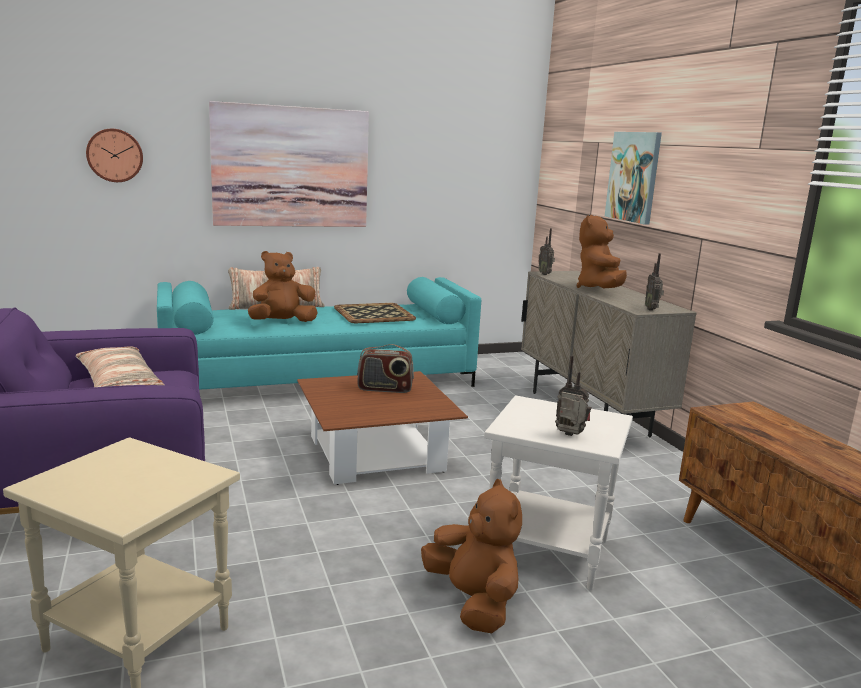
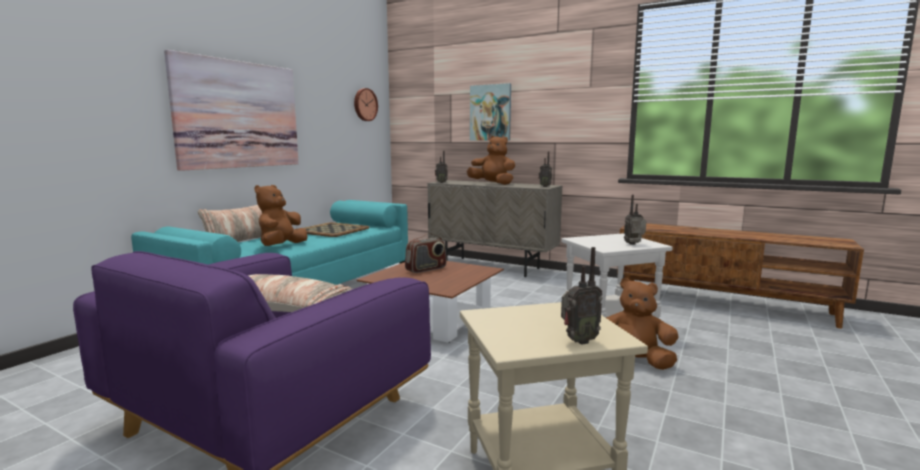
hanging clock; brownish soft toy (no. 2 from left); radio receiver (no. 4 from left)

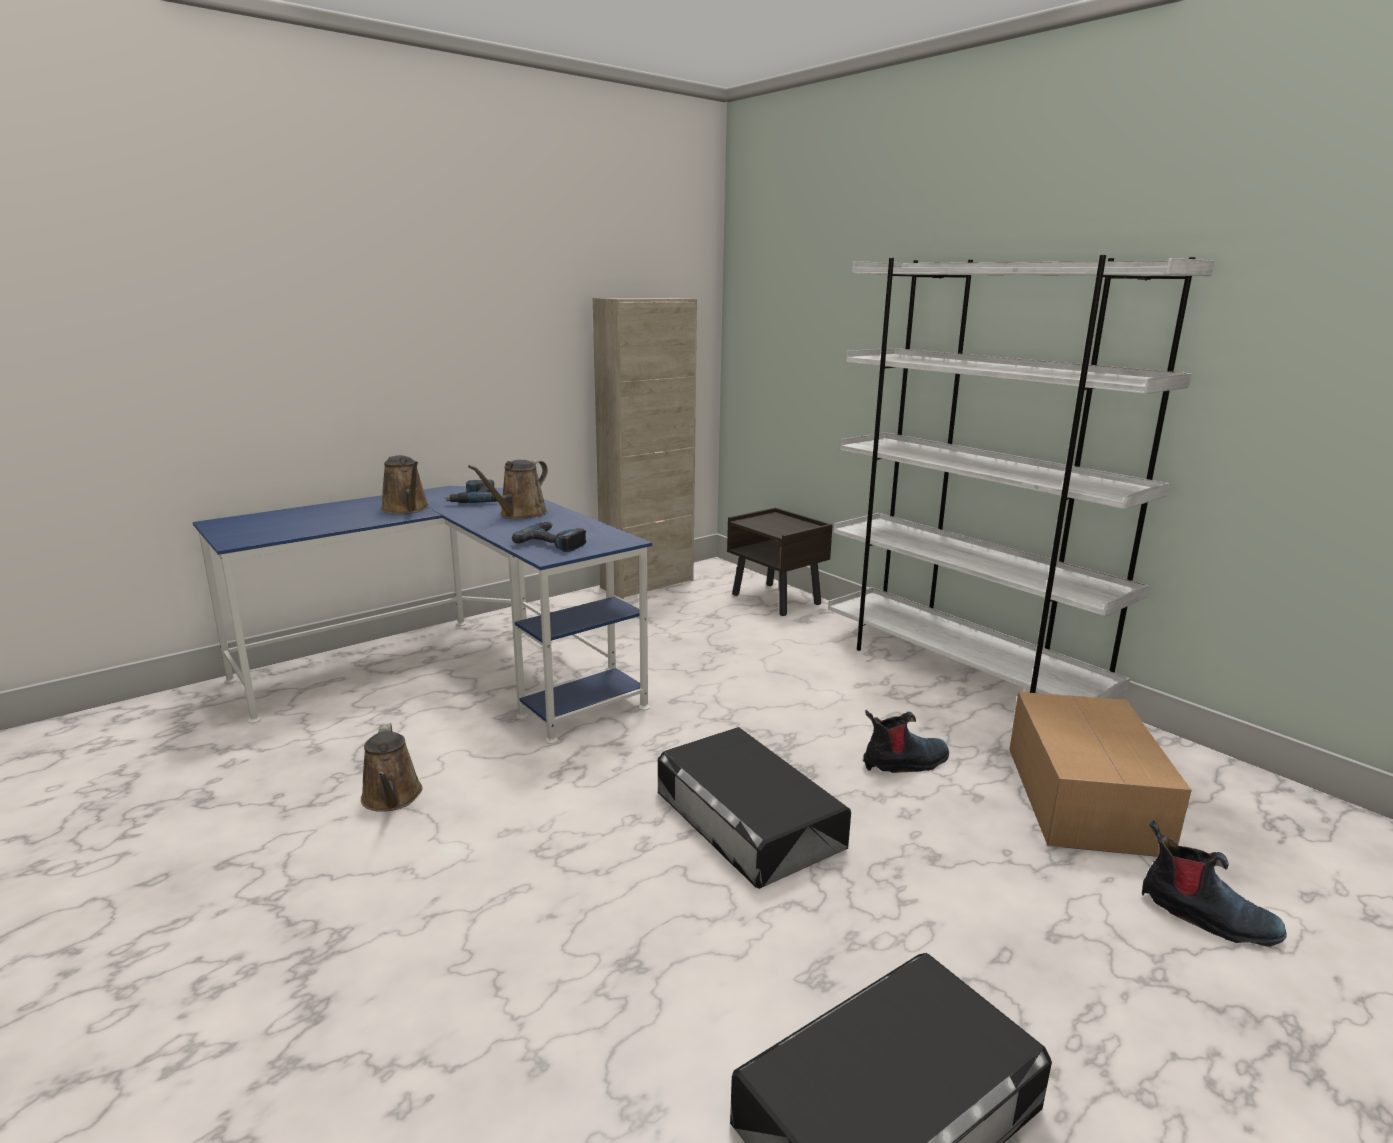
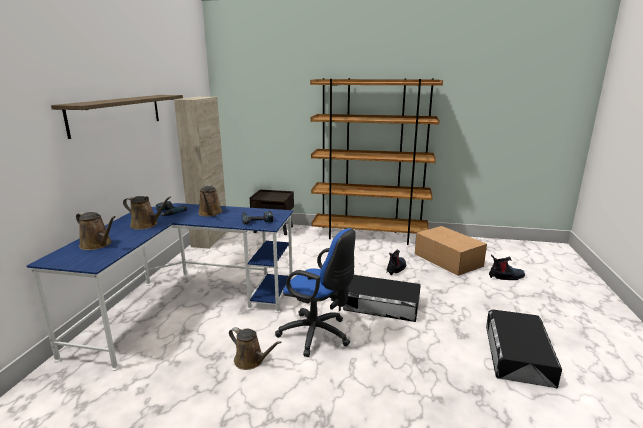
brownish bookcase; wall shelf; brownish sprinkling can (no. 1 from left); blue office chair

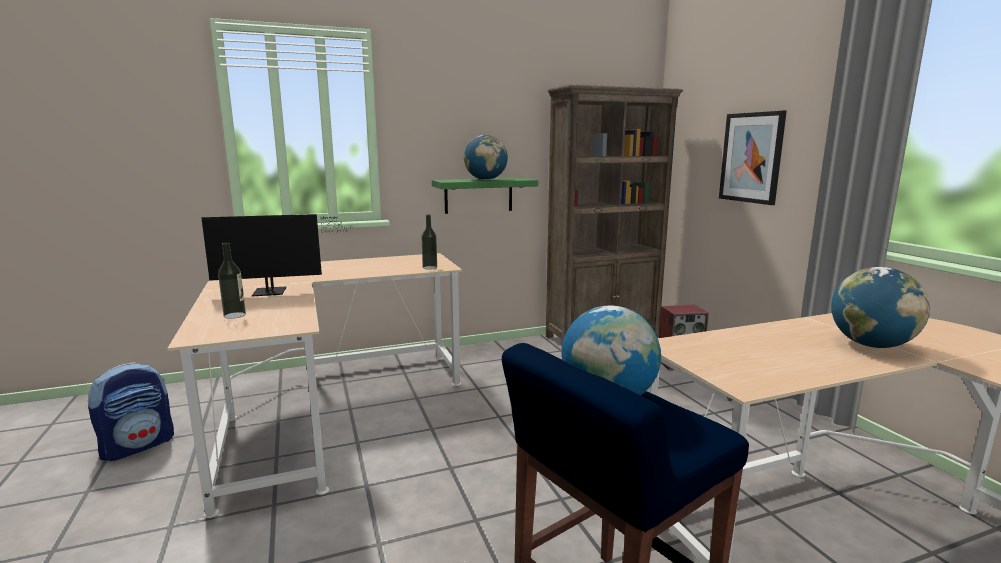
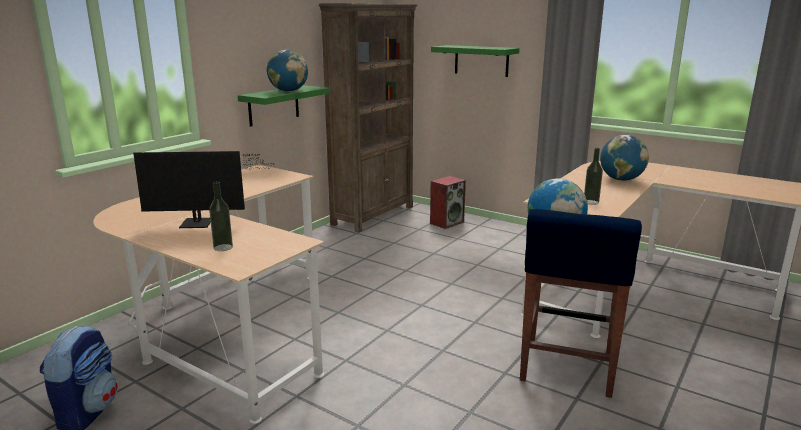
computer display; bottle (no. 2 from left); greenish wall shelf (no. 2 from left)

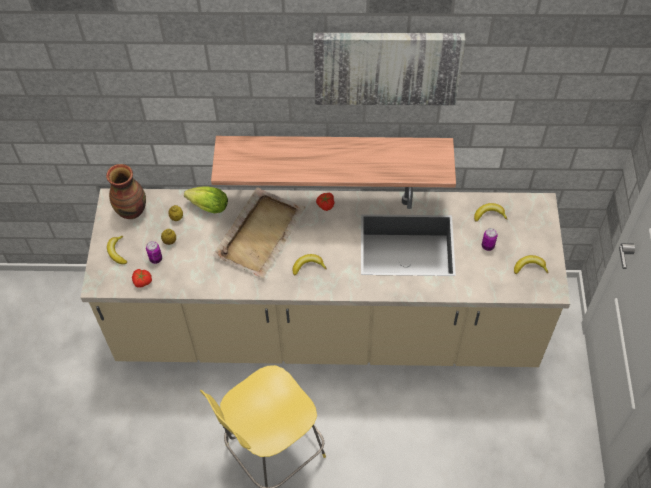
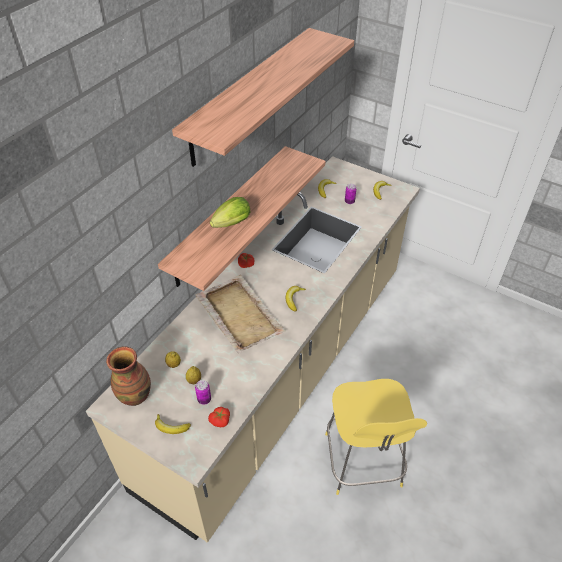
lettuce head; wall shelf (no. 2 from left)

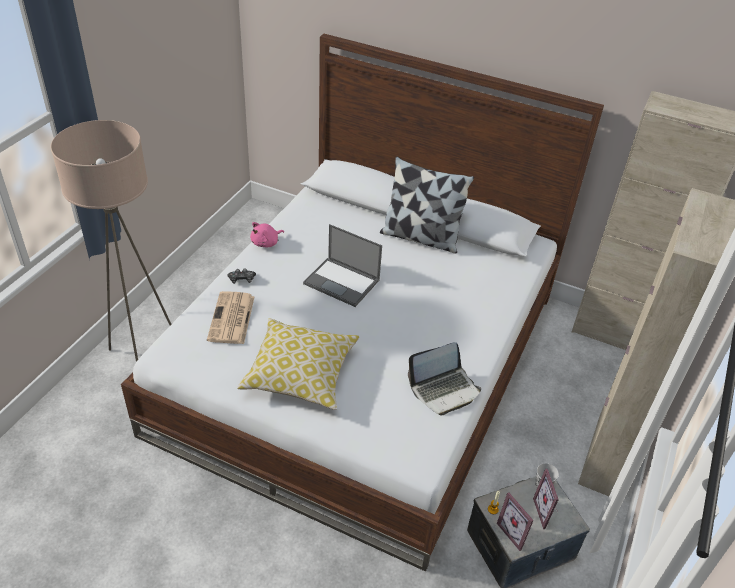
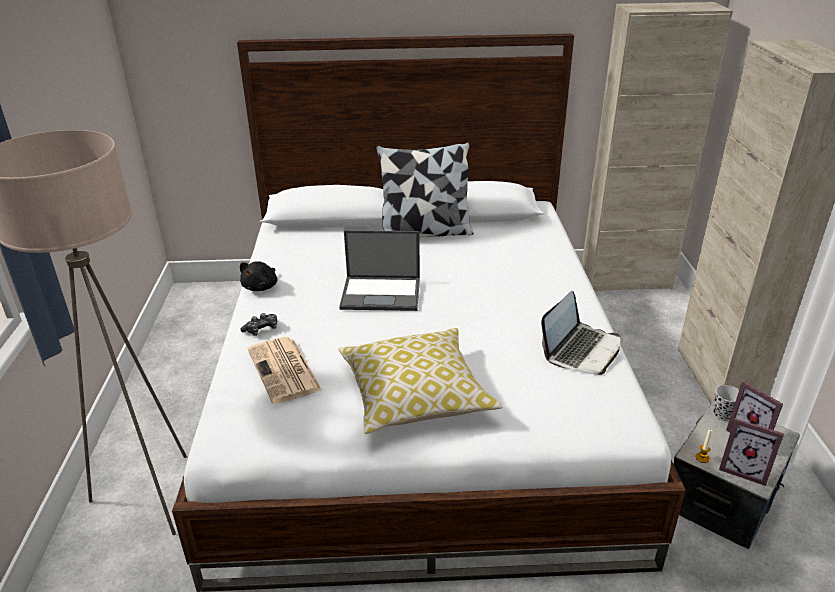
blackish soft toy

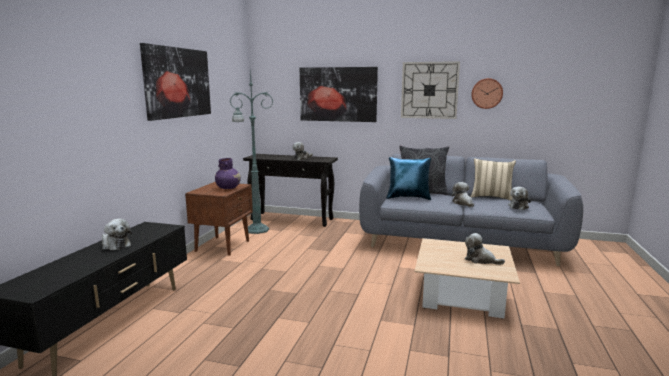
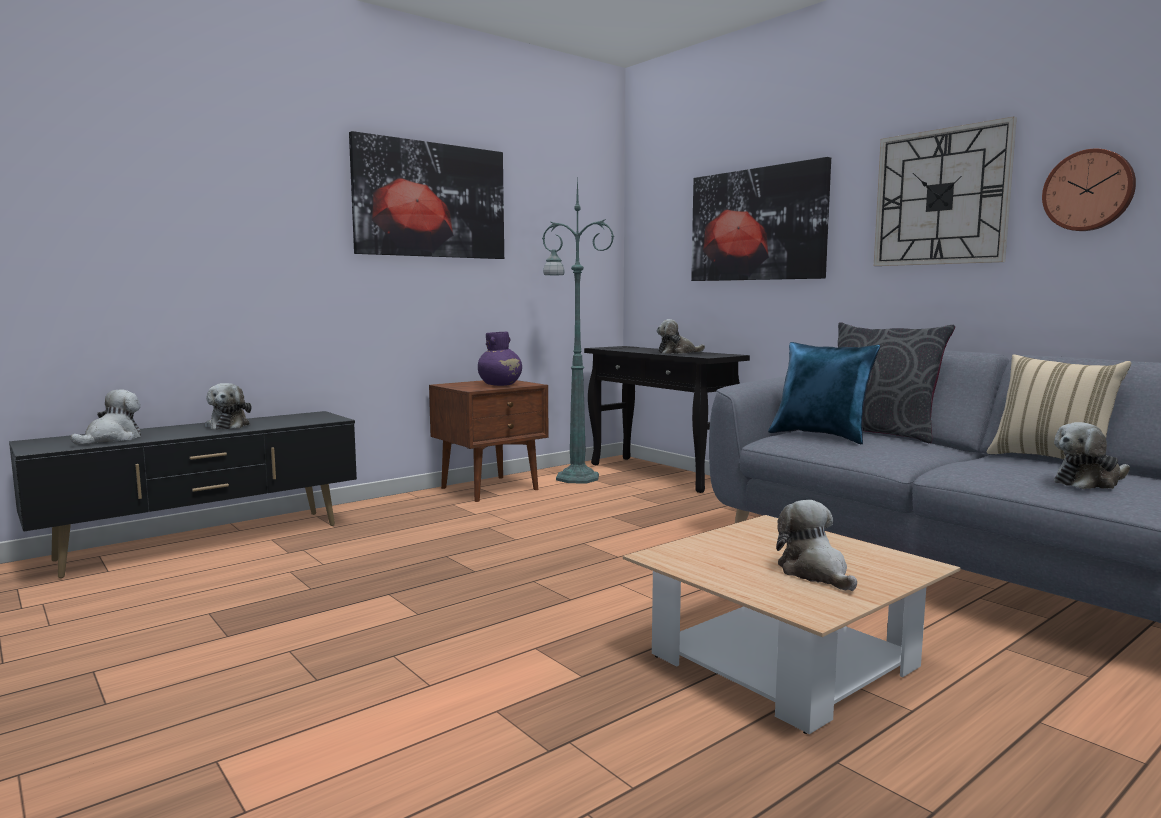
soft toy (no. 1 from left)

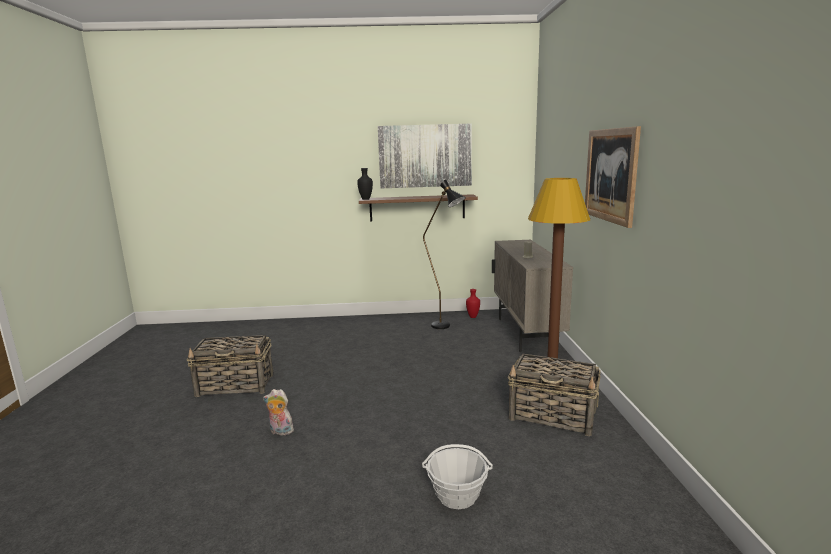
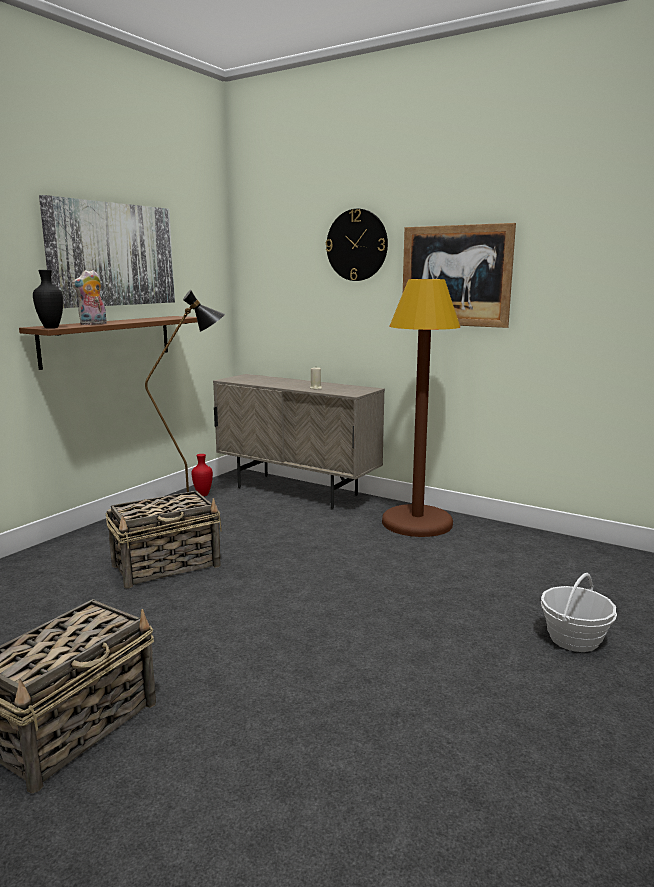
soft toy; storage basket (no. 2 from left); hanging clock

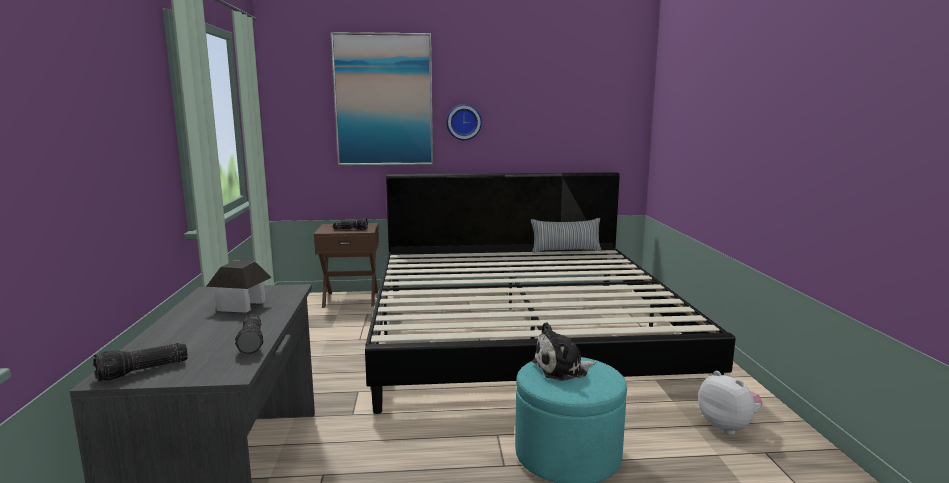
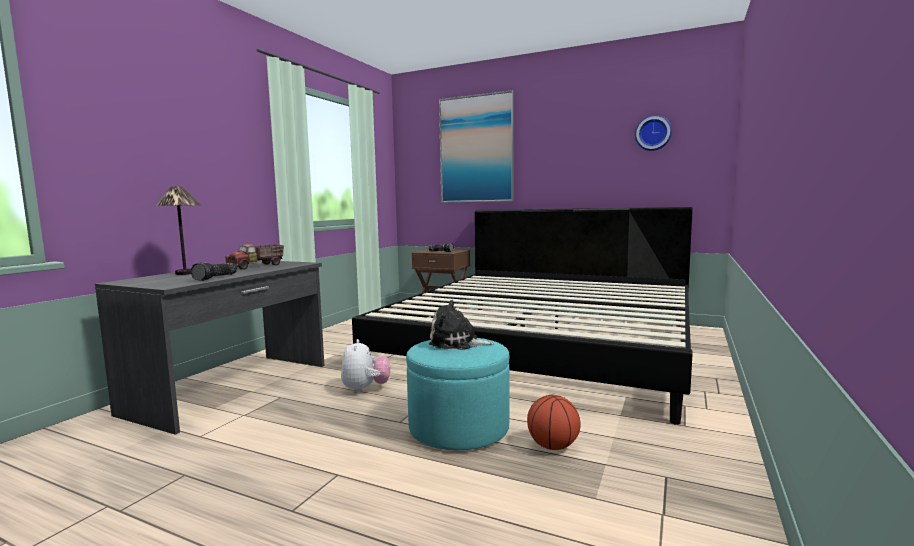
torch (no. 1 from left in the first image); toy truck; hanging clock; throw pillow; soft toy (no. 1 from left); table lamp; basketball

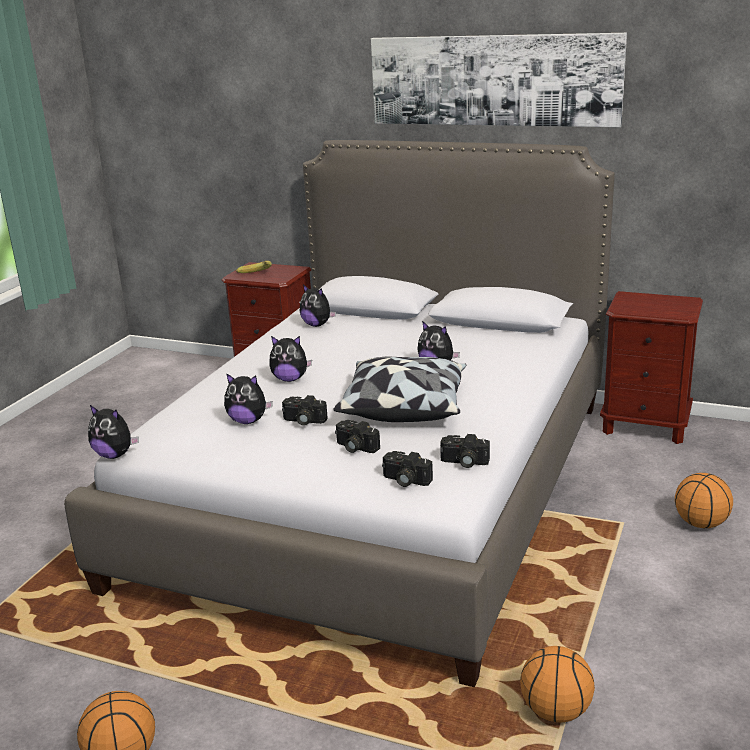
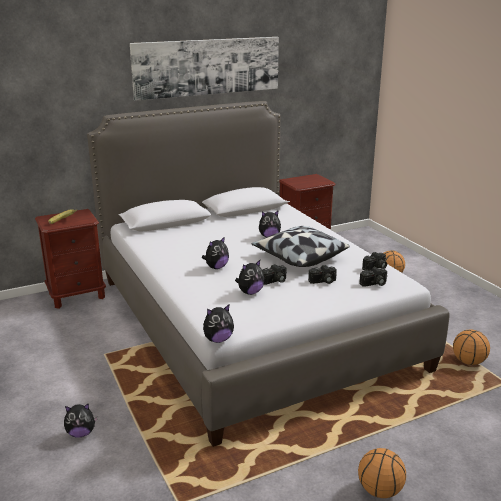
soft toy (no. 1 from left)

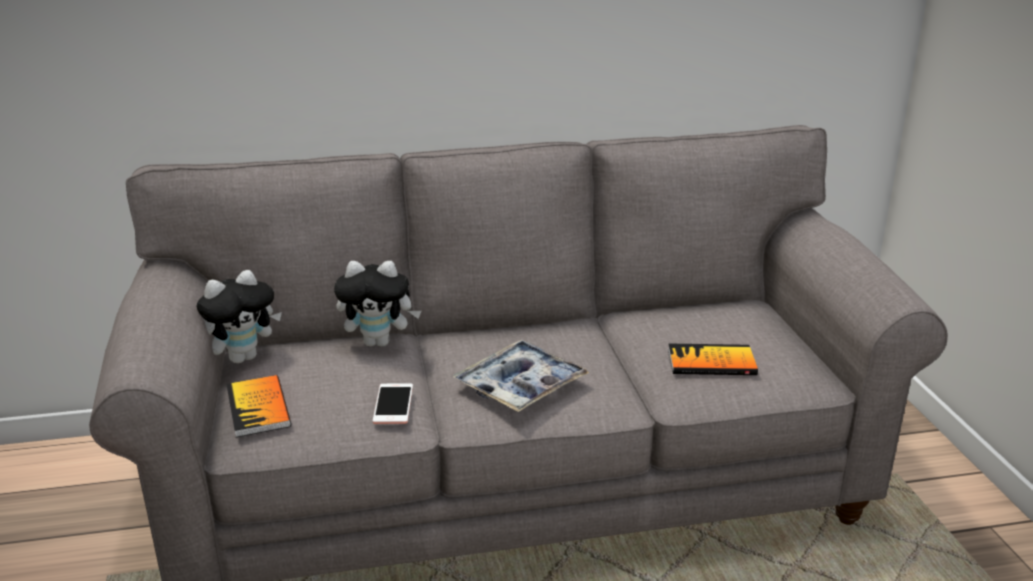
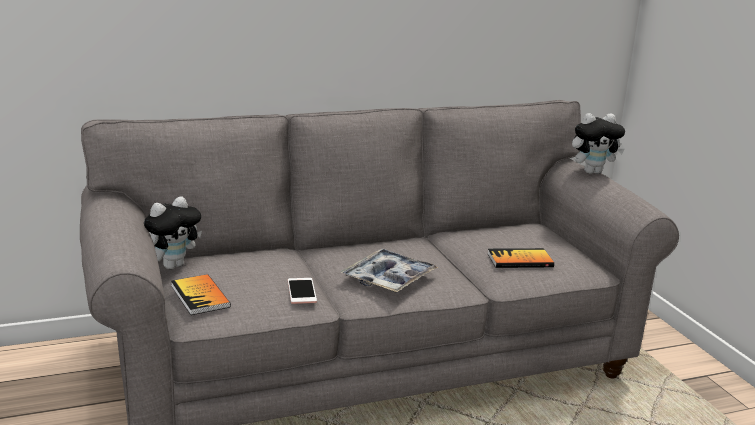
soft toy (no. 2 from left)

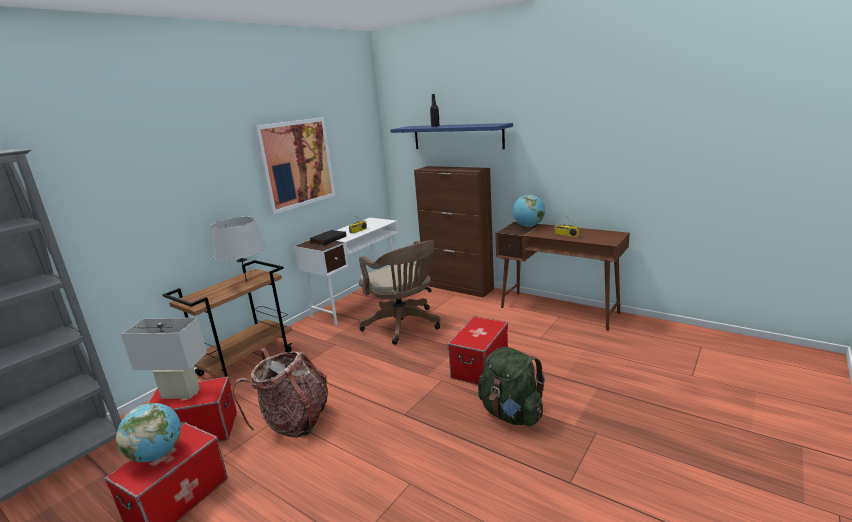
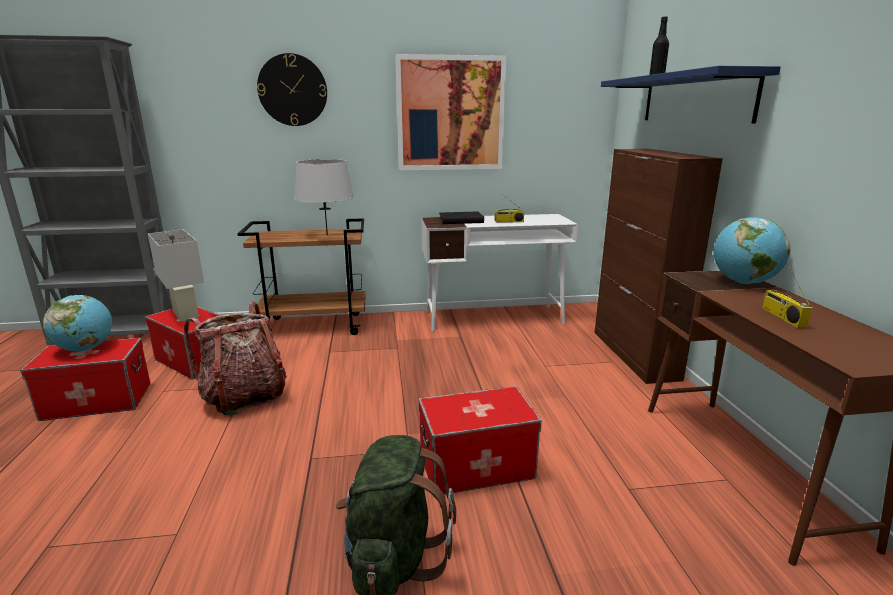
brownish office chair; hanging clock

